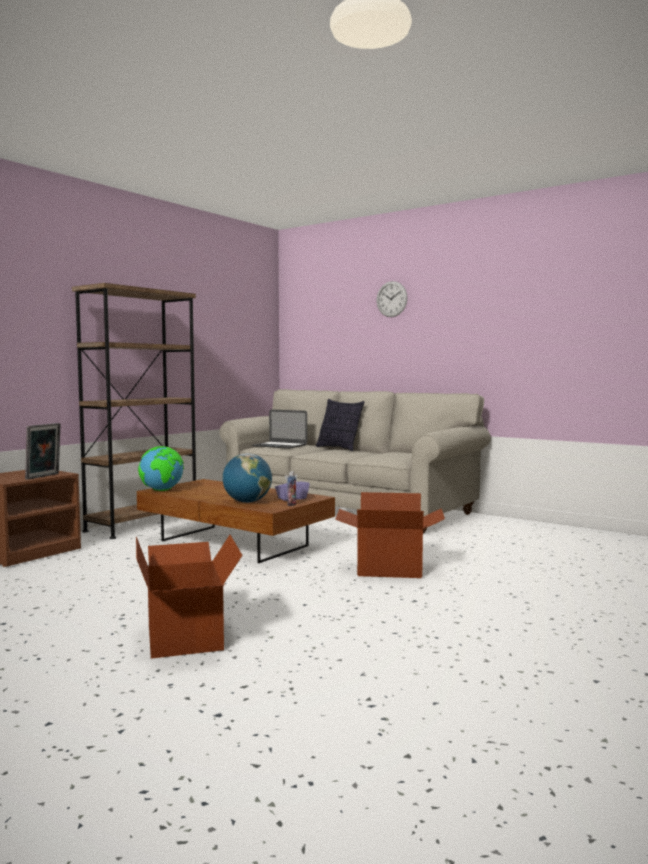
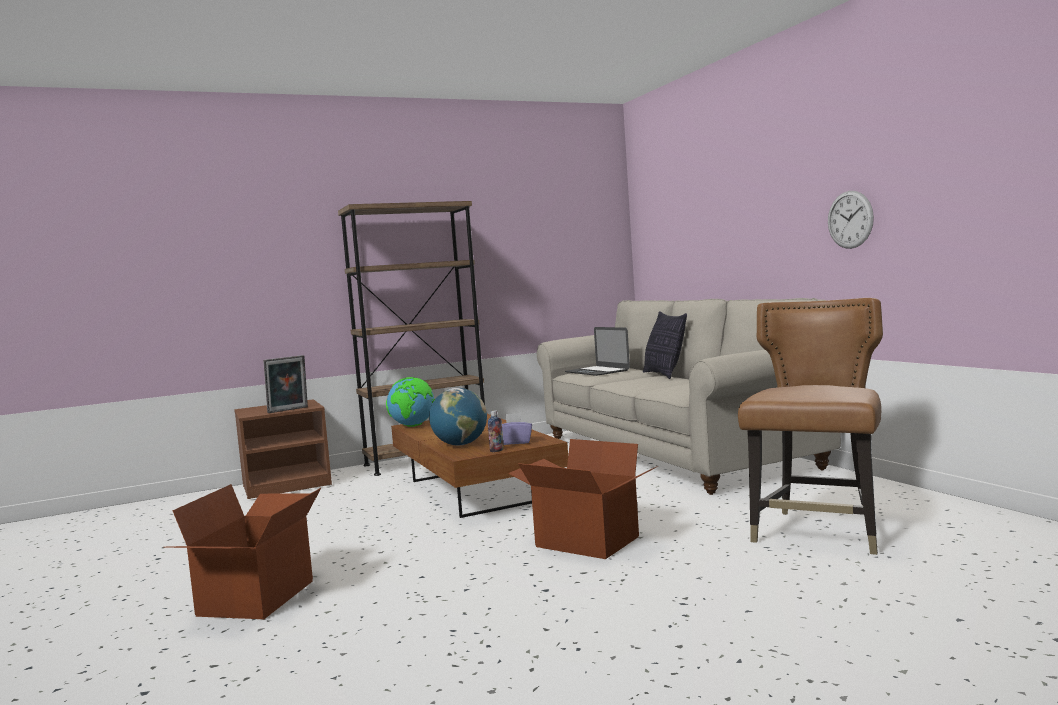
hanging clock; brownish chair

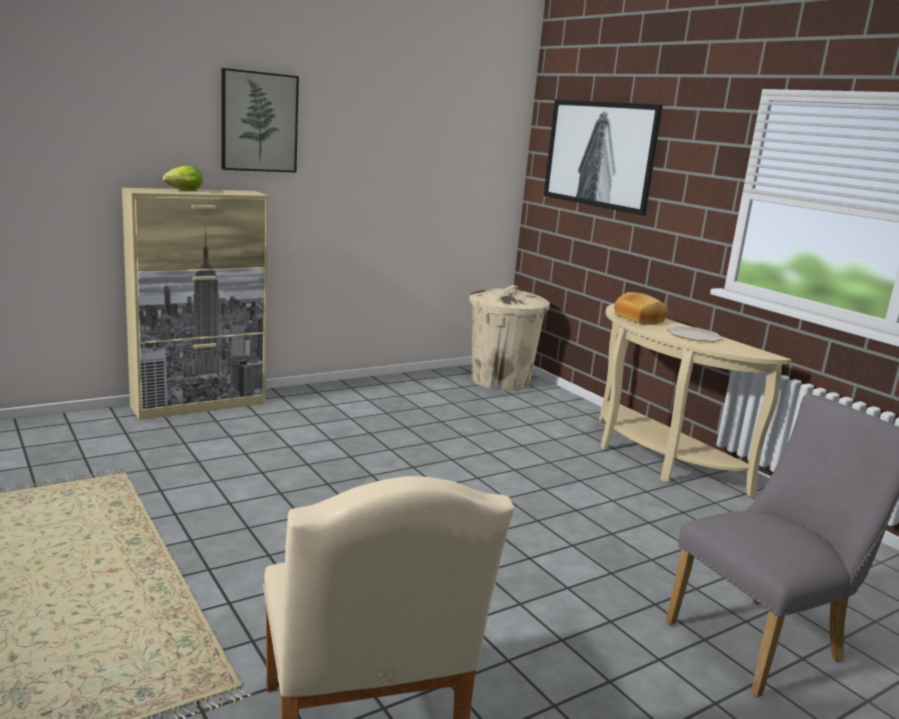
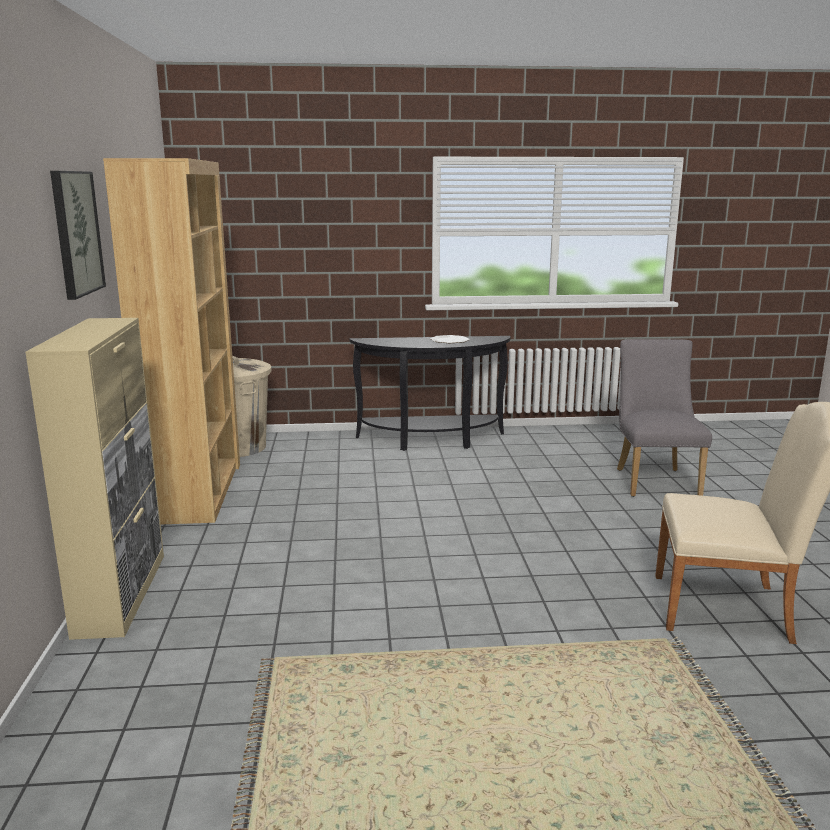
lettuce head; wall art (no. 2 from left in the first image); blackish hall table; bread; brownish bookcase

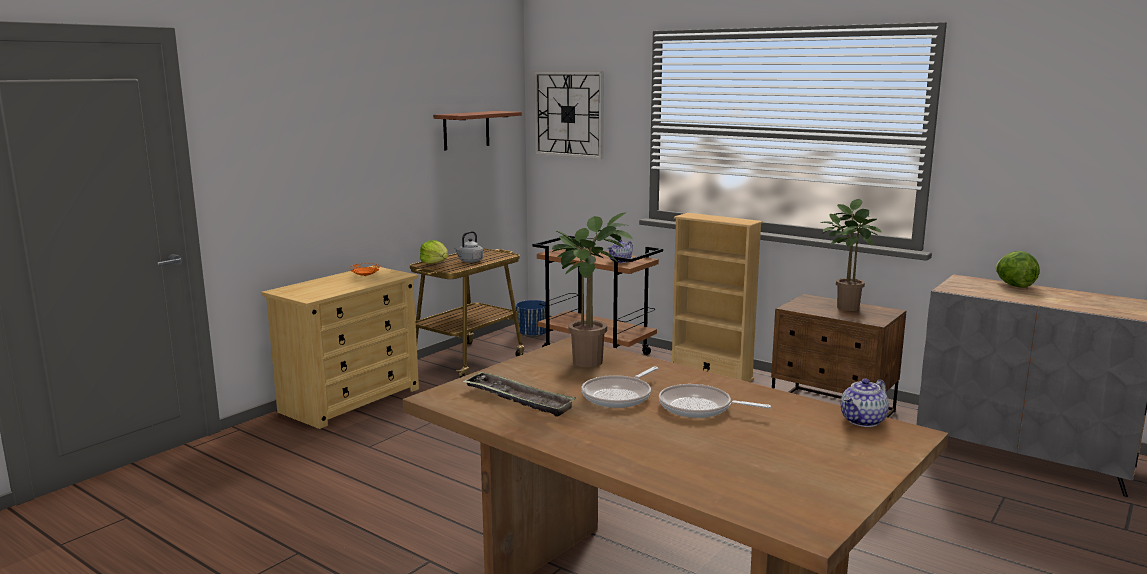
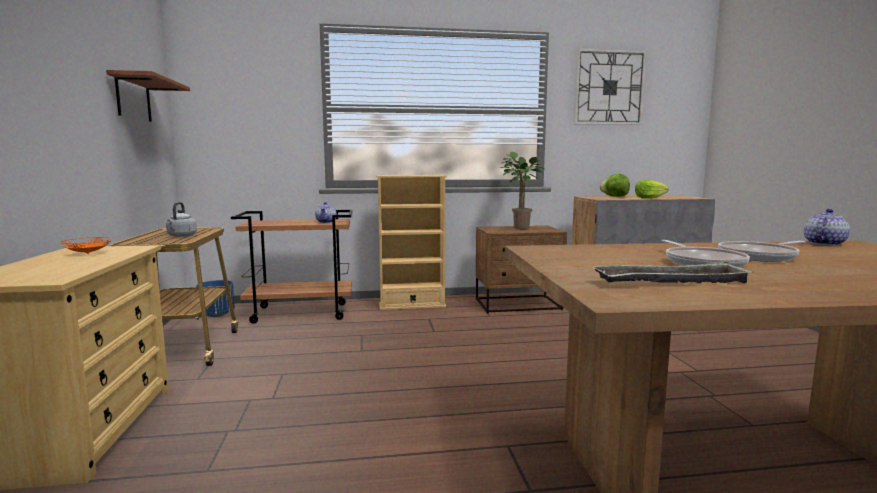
lettuce head (no. 2 from left); hanging clock; houseplant (no. 1 from left in the first image); pot for tea (no. 2 from left)

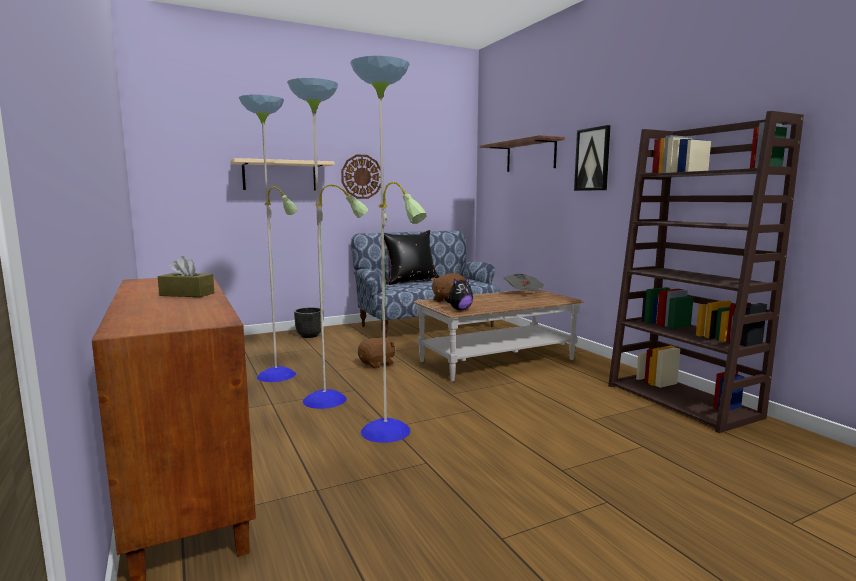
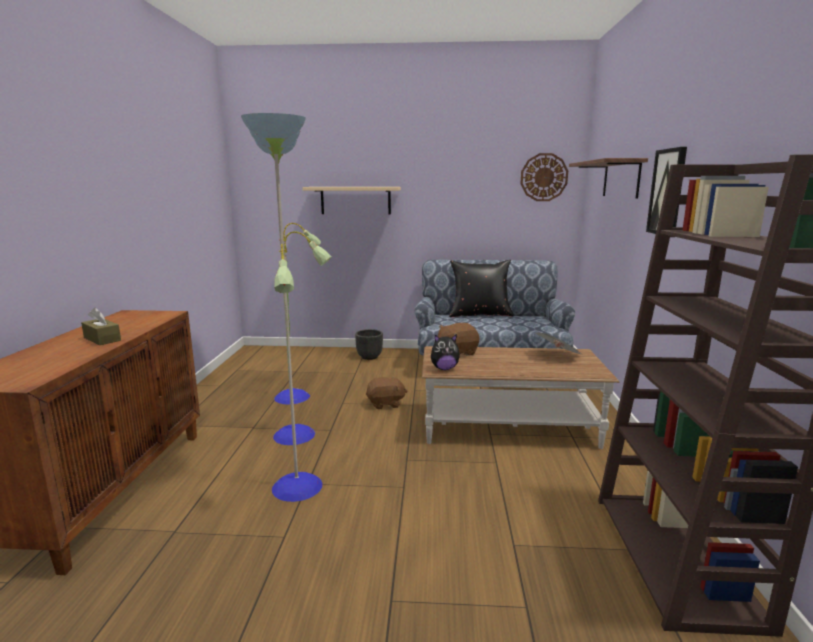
hanging clock

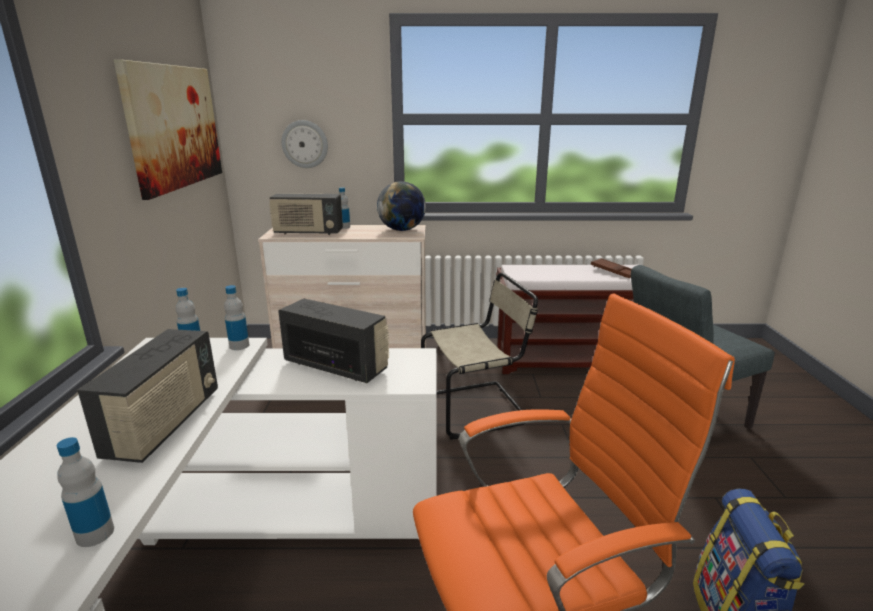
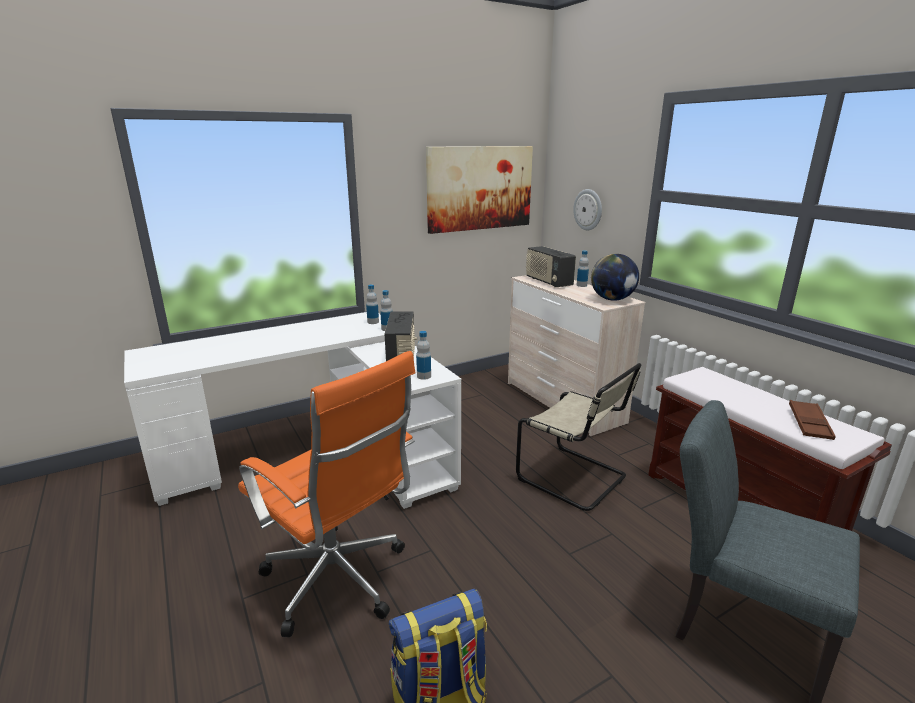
bottle (no. 3 from left); radio receiver (no. 1 from left in the first image)

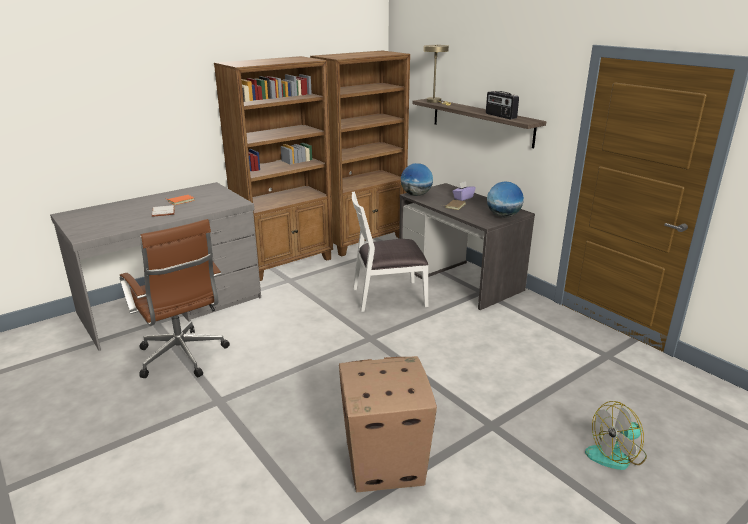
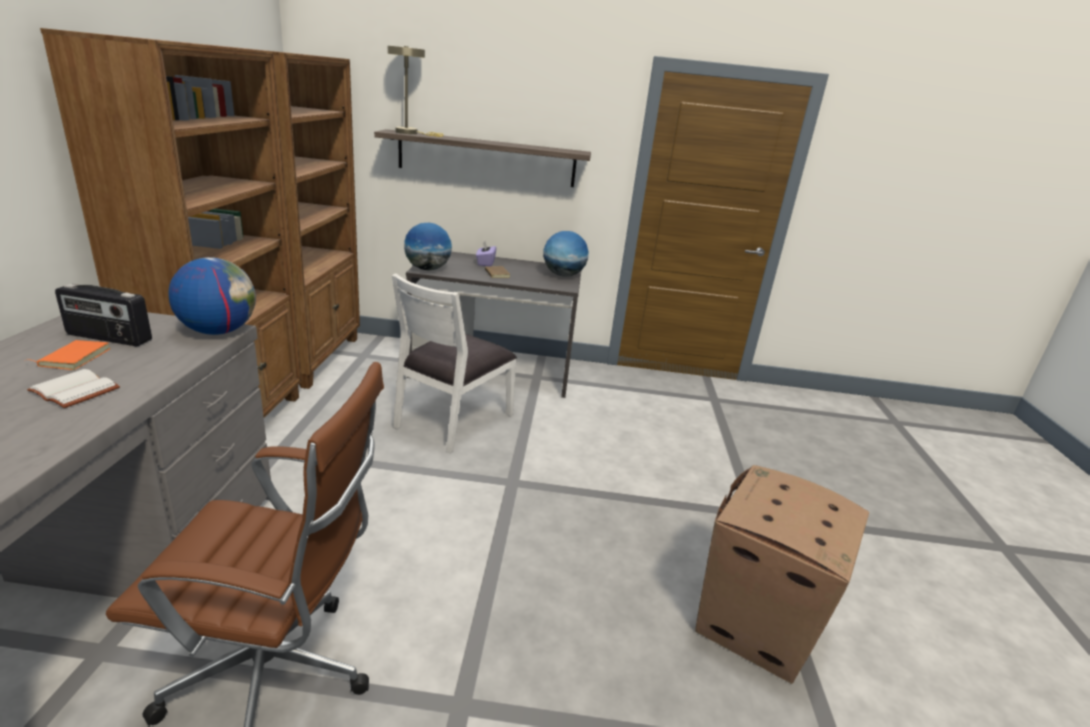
radio receiver; fan; desk globe (no. 1 from left)

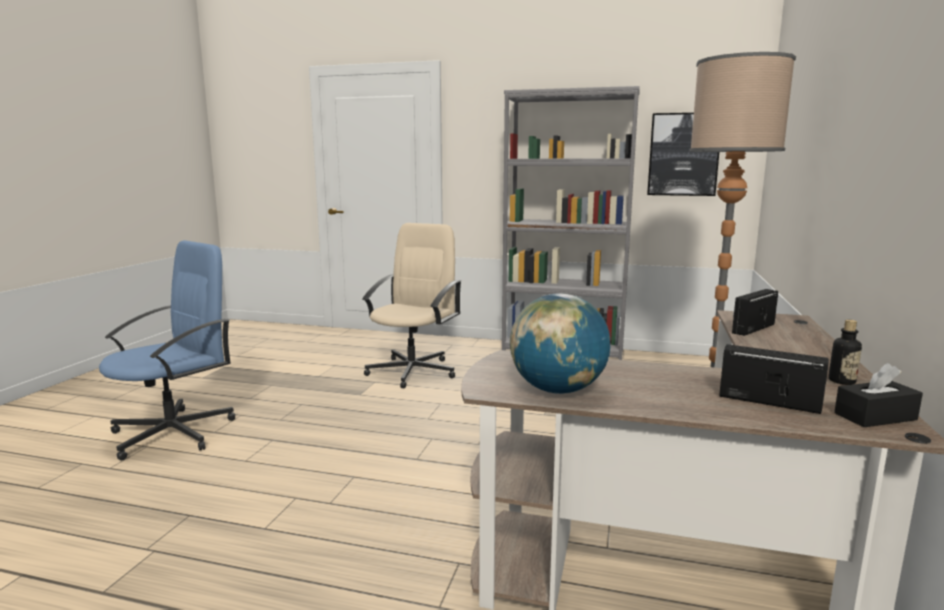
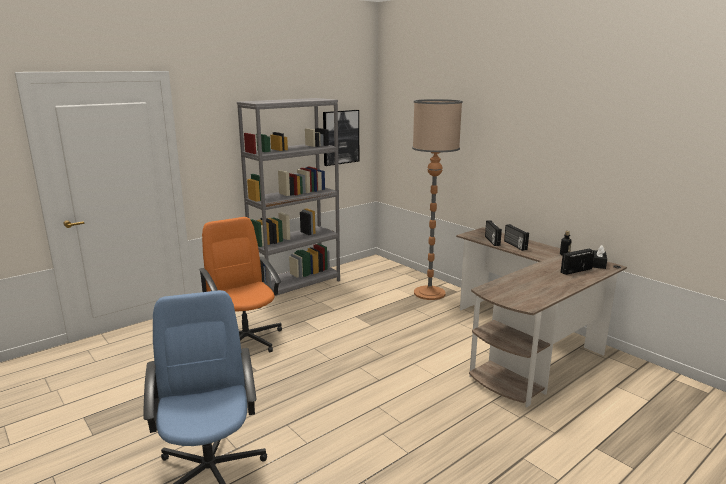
orange-coloured office chair; desk globe; radio receiver (no. 2 from left)

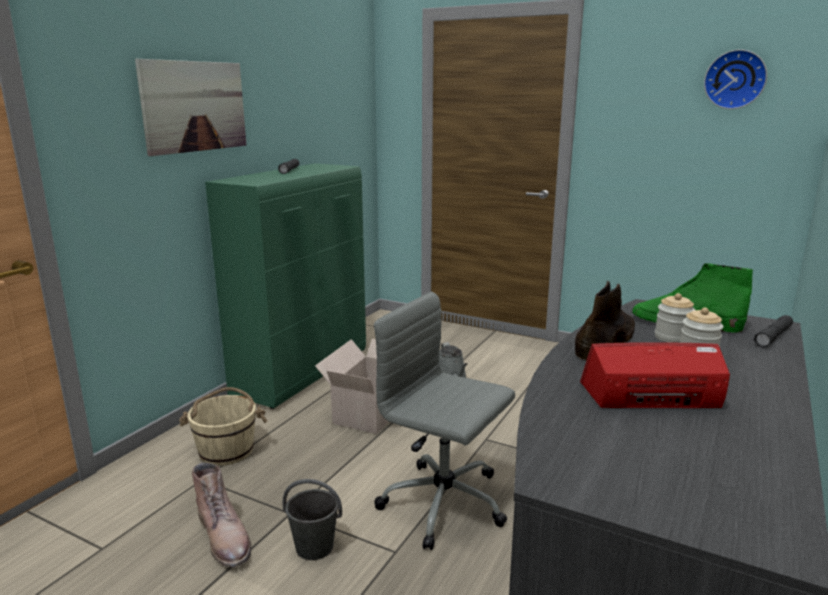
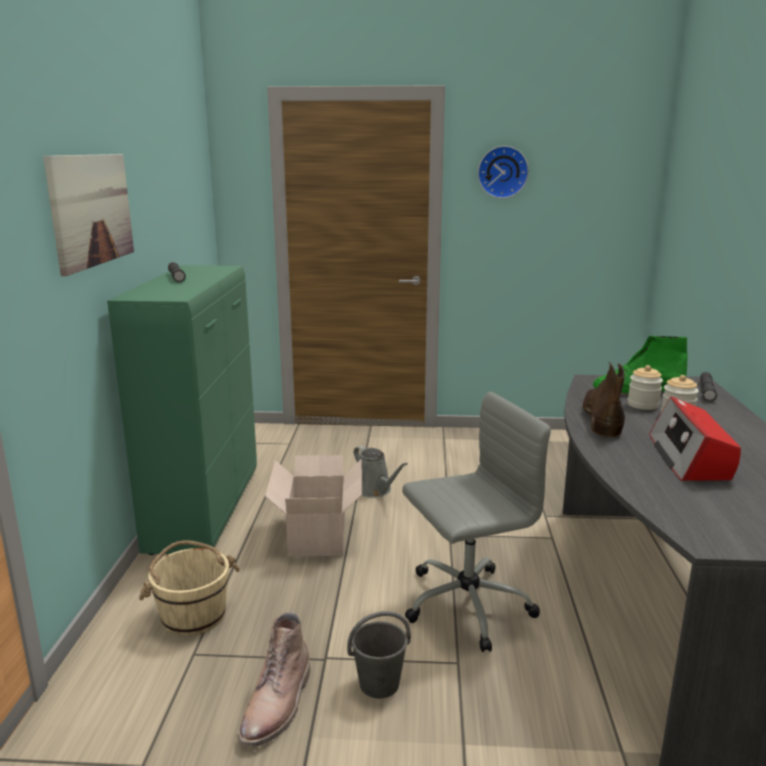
brownish tall boot (no. 1 from left); gray office chair; radio receiver; hanging clock

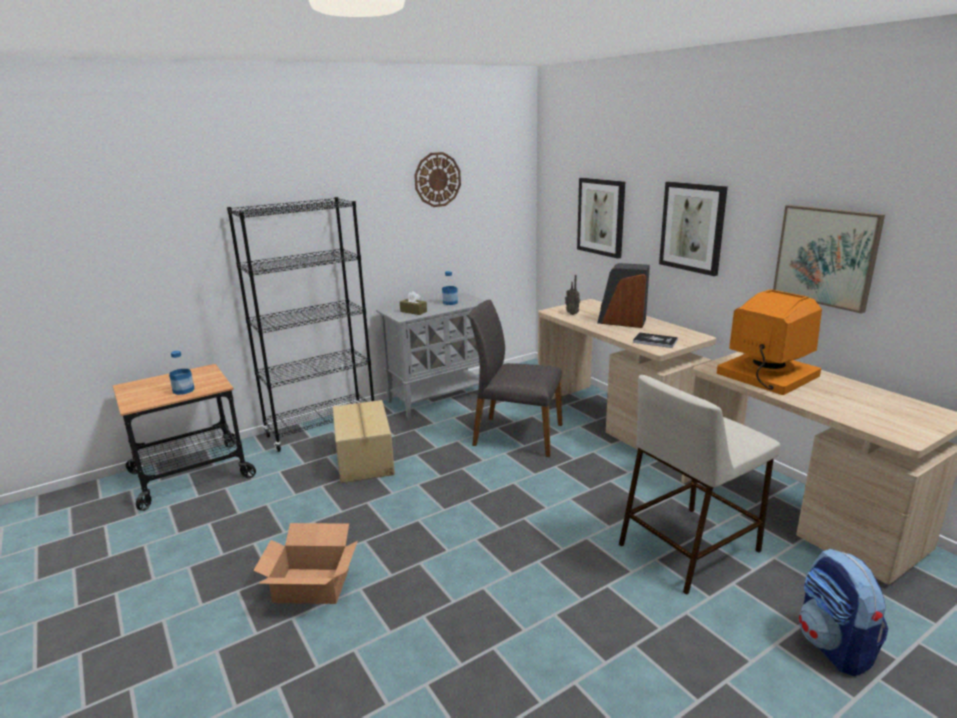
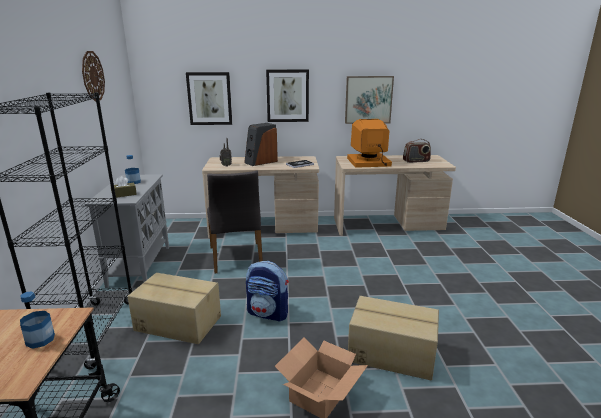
gray chair; sand-coloured stool seat; rucksack; packing box (no. 3 from left); radio receiver (no. 2 from left)

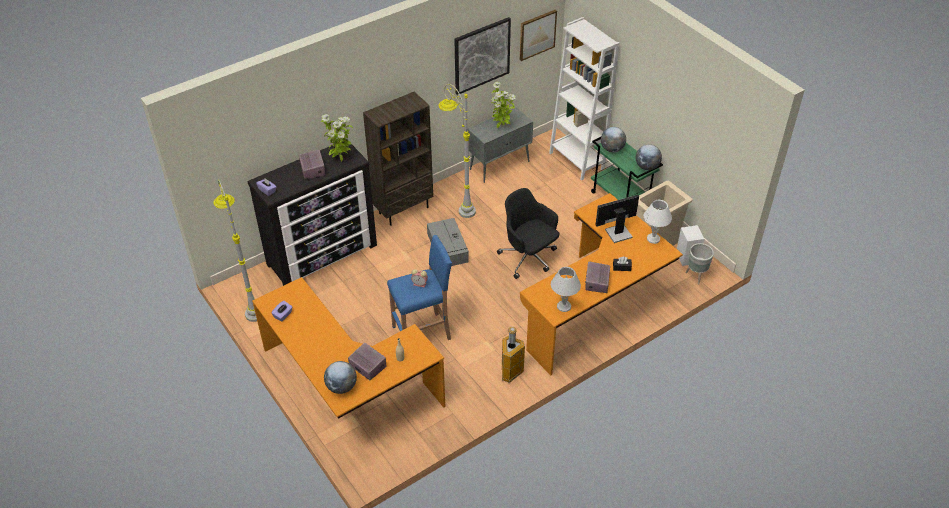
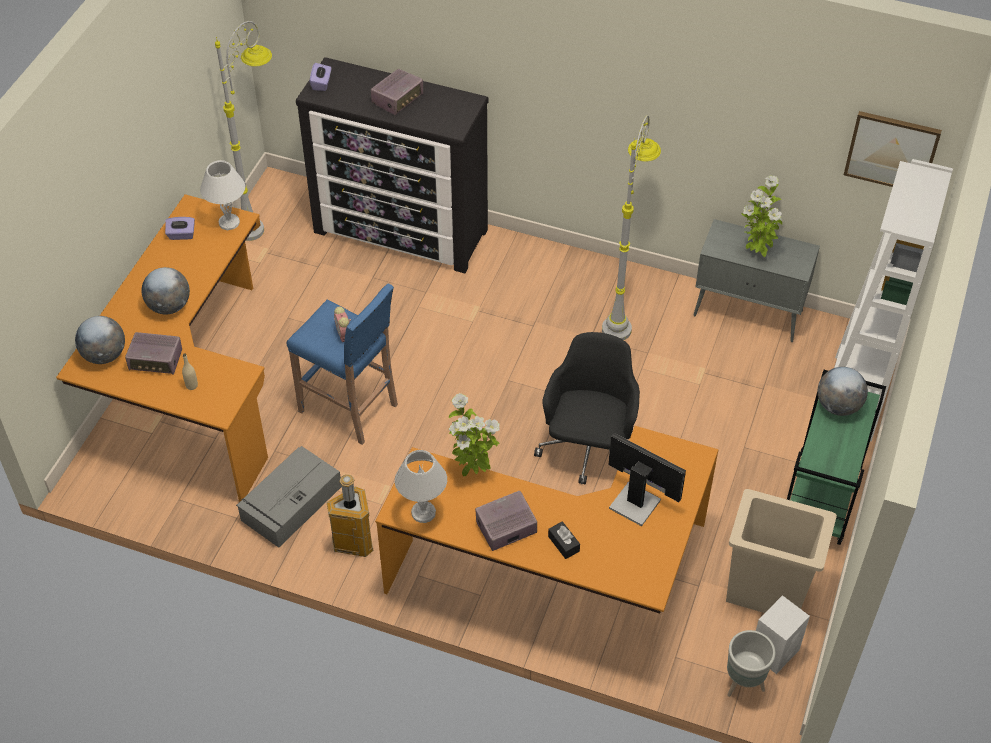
houseplant (no. 1 from left); radio receiver (no. 1 from left); brownish bookcase; gray storage bin; wall art (no. 1 from left in the first image); desk globe (no. 2 from left); white-coloured table lamp (no. 1 from left)

